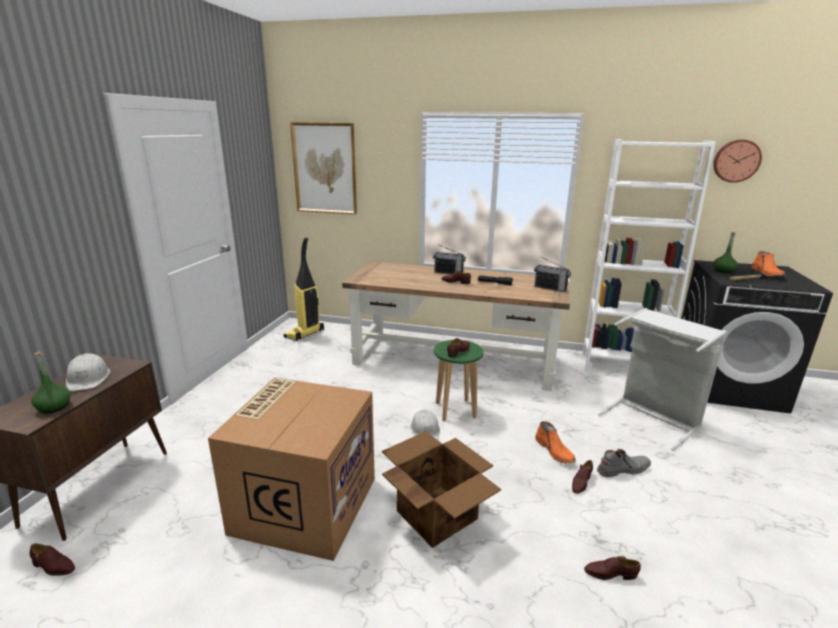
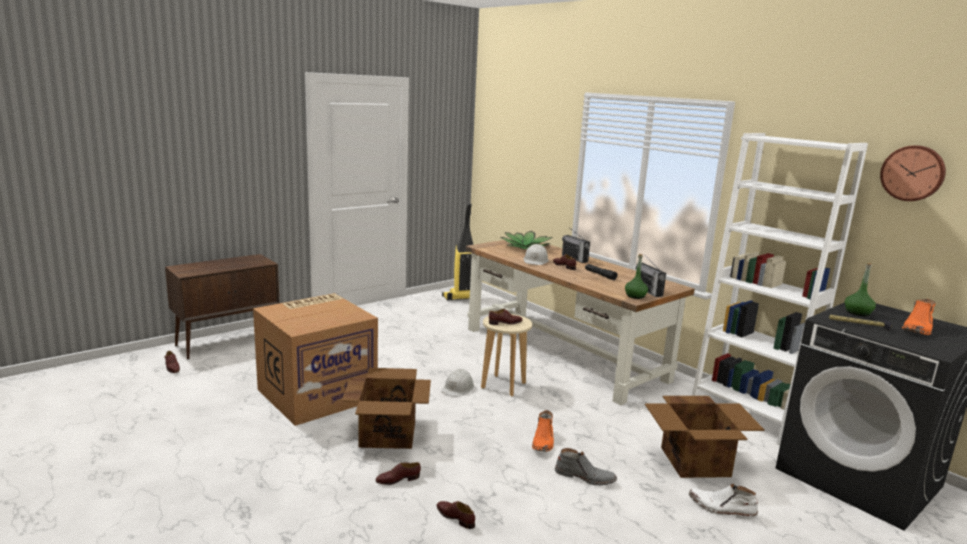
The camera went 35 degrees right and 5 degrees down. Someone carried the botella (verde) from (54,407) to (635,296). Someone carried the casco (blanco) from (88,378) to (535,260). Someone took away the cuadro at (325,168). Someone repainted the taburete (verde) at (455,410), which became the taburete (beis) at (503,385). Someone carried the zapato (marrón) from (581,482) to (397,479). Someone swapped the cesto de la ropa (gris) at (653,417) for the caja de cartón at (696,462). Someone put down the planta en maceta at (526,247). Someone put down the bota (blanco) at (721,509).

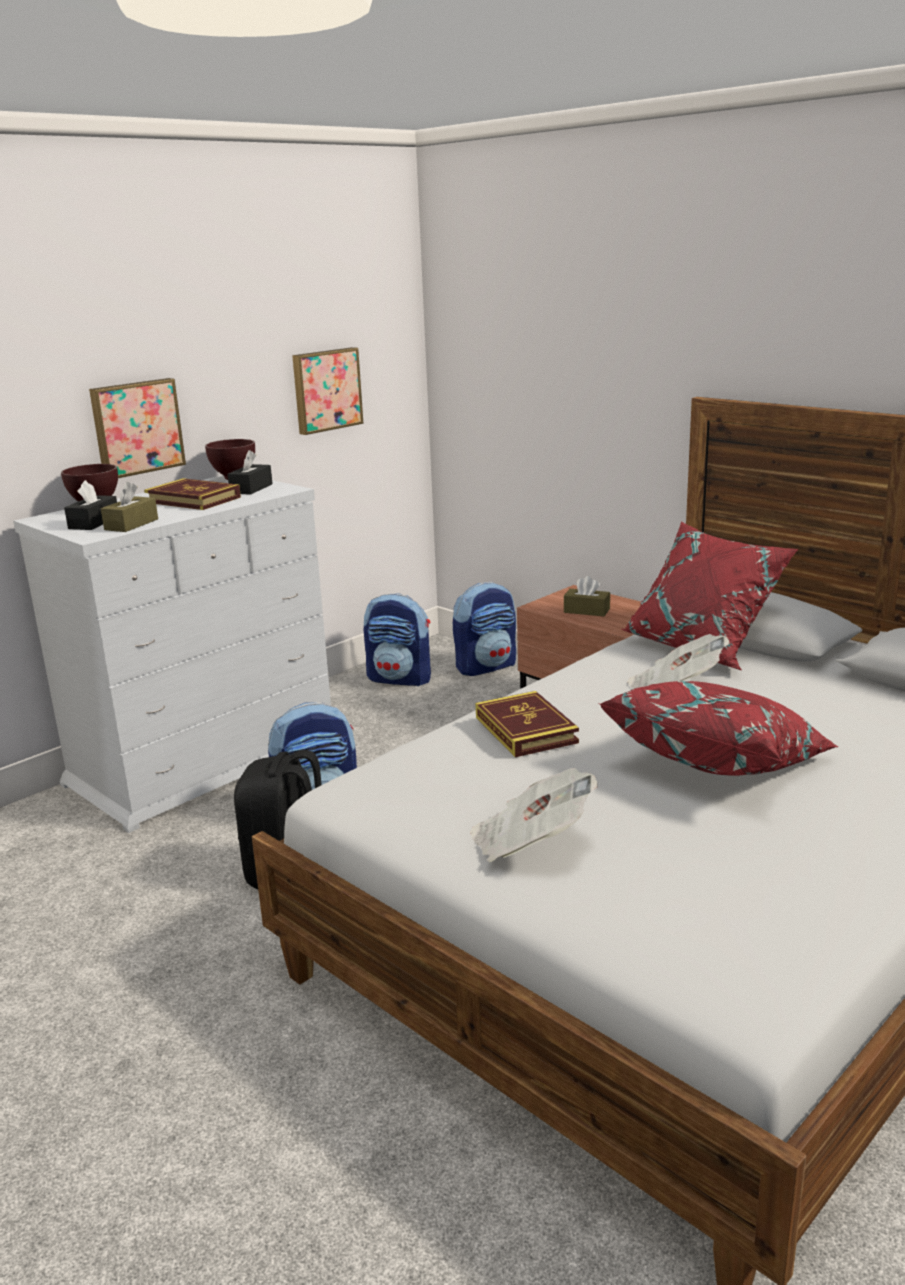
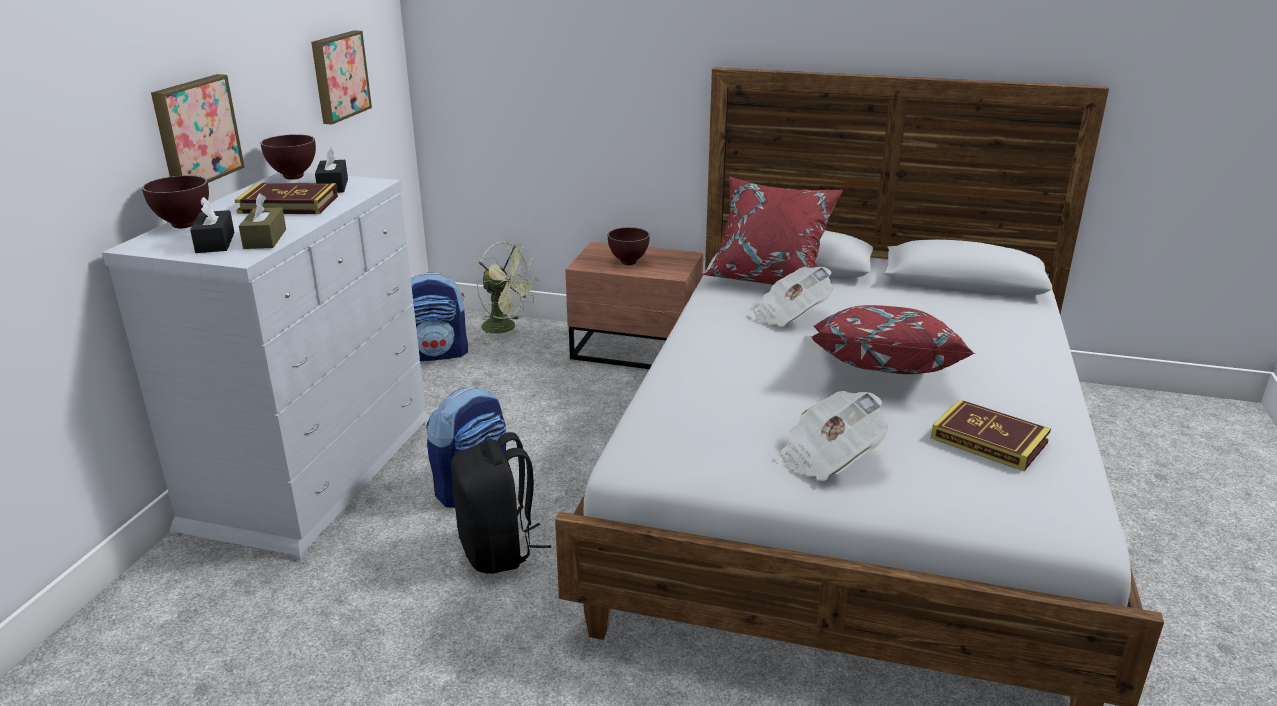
The camera went 30 degrees left and 5 degrees up. Someone swapped the mochila at (486,666) for the ventilador (verde) at (506,328). Someone carried the libro from (525,730) to (989,440). Someone swapped the caja de pañuelos (marrón) at (586,611) for the cuenco (marrón) at (627,263).

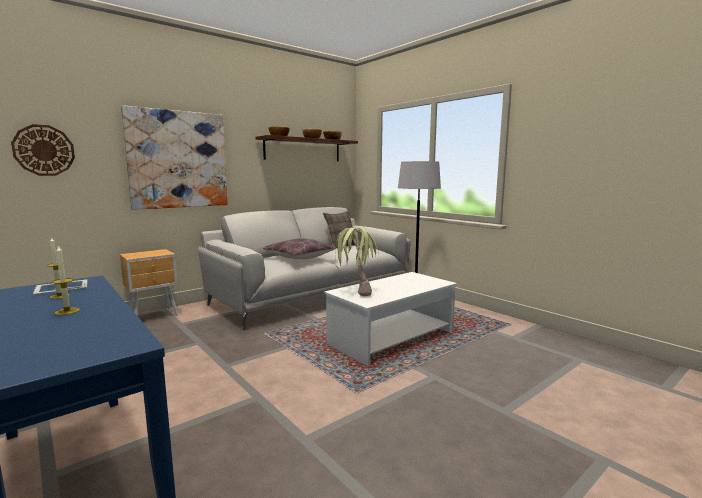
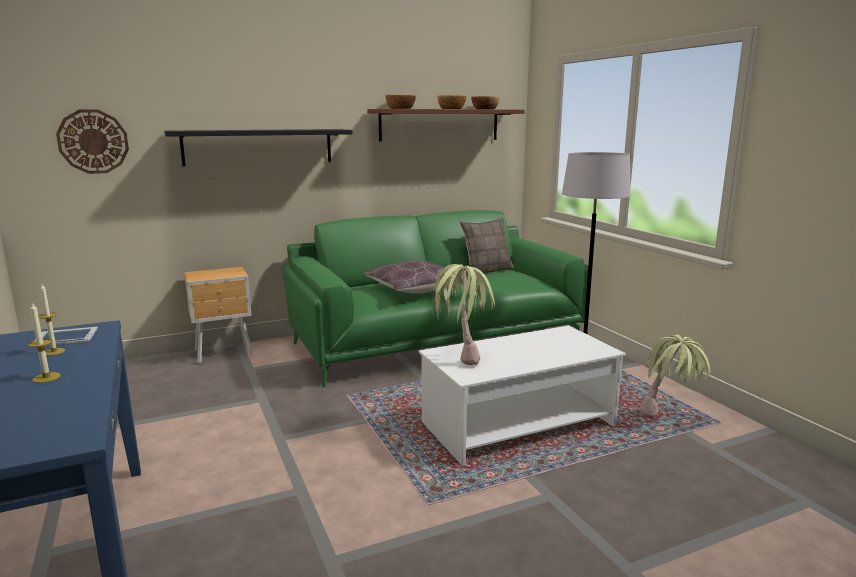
The camera went 15 degrees right and 5 degrees up. Someone swapped the cuadro at (178,160) for the estante (negro) at (258,147). Someone repainted the sofá (gris) at (311,295), which became the sofá (verde) at (436,340). Someone put down the planta en maceta at (669,420).

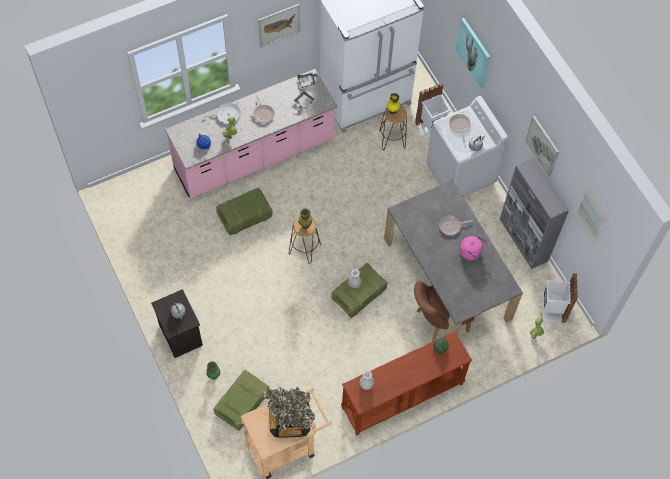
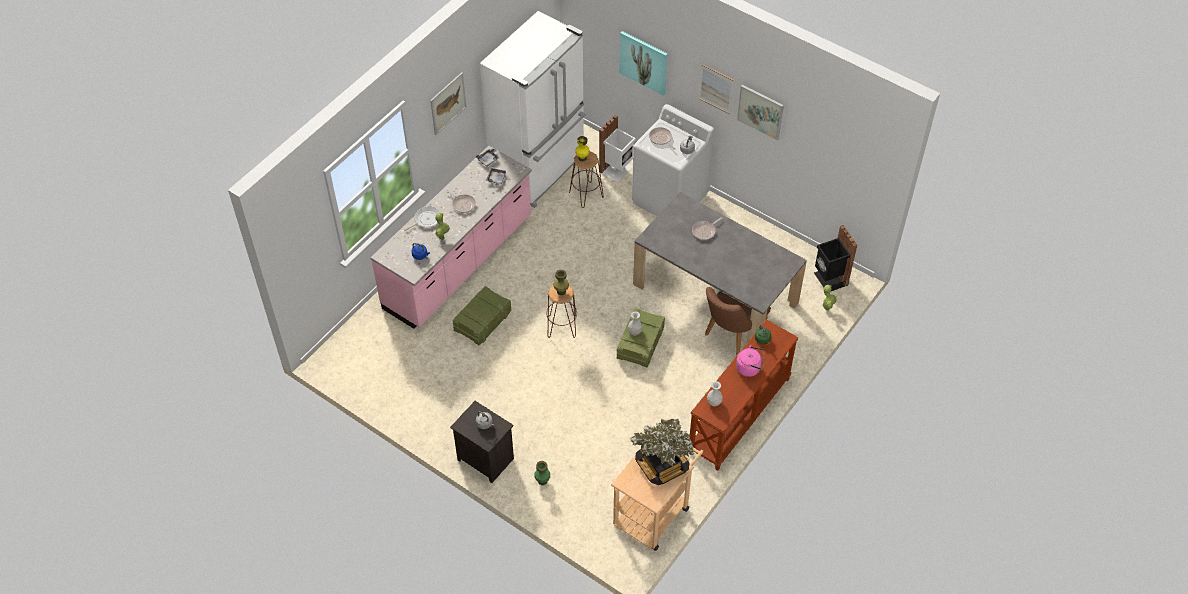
The camera went 25 degrees left and 10 degrees down. Someone took away the caja de embalaje at (242,403). Someone carried the hervidor (rosa) from (471,252) to (749,368). Someone took away the armario (gris) at (523,240). Someone repainted the papelera (blanco) at (552,310), which became the papelera (negro) at (829,279). Someone carried the cuadro from (590,216) to (716,89).

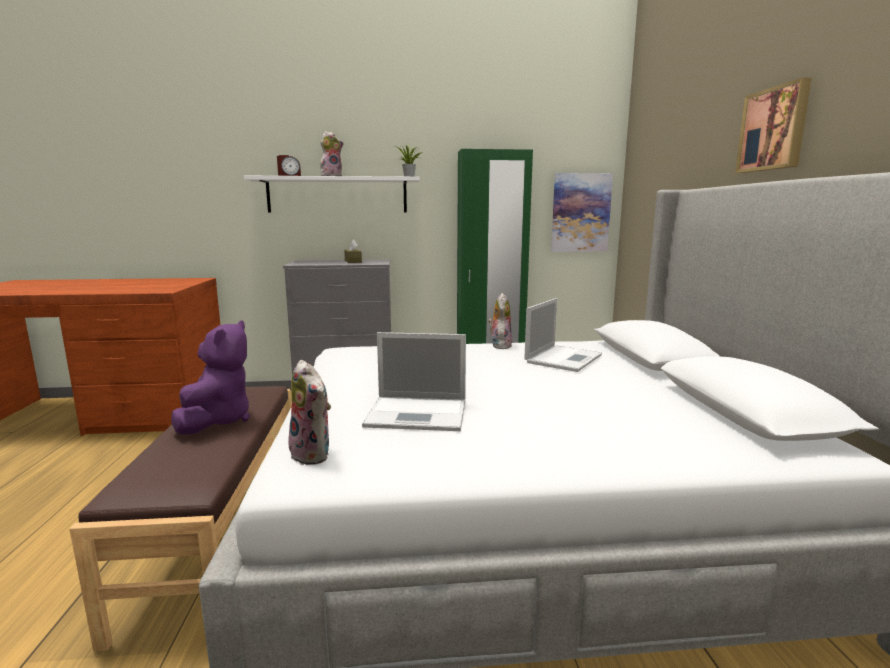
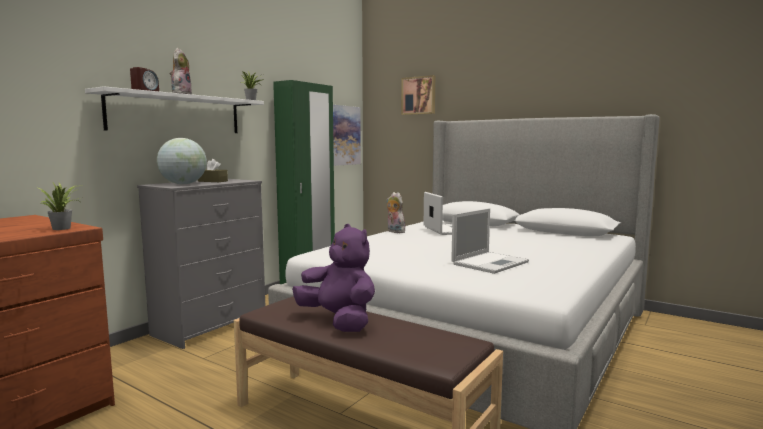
The camera went 50 degrees left and 5 degrees down. Someone took away the peluche at (314,454). Someone carried the cuadro from (774,129) to (419,95). Someone put down the planta en maceta at (64,228). Someone put down the globo terráqueo at (183,184).

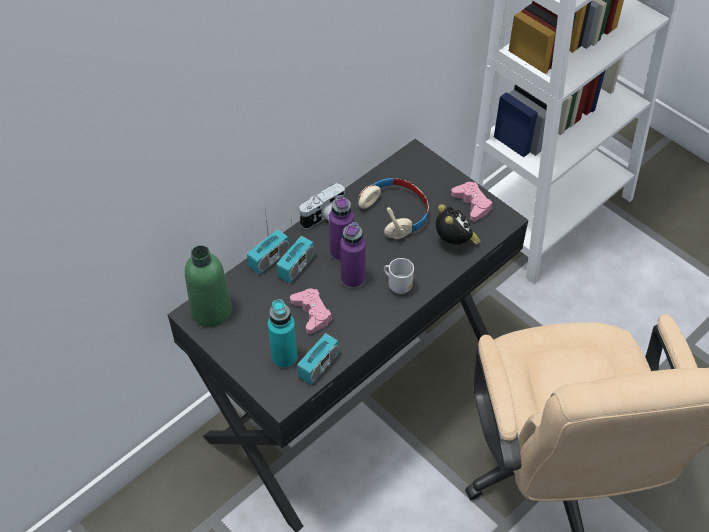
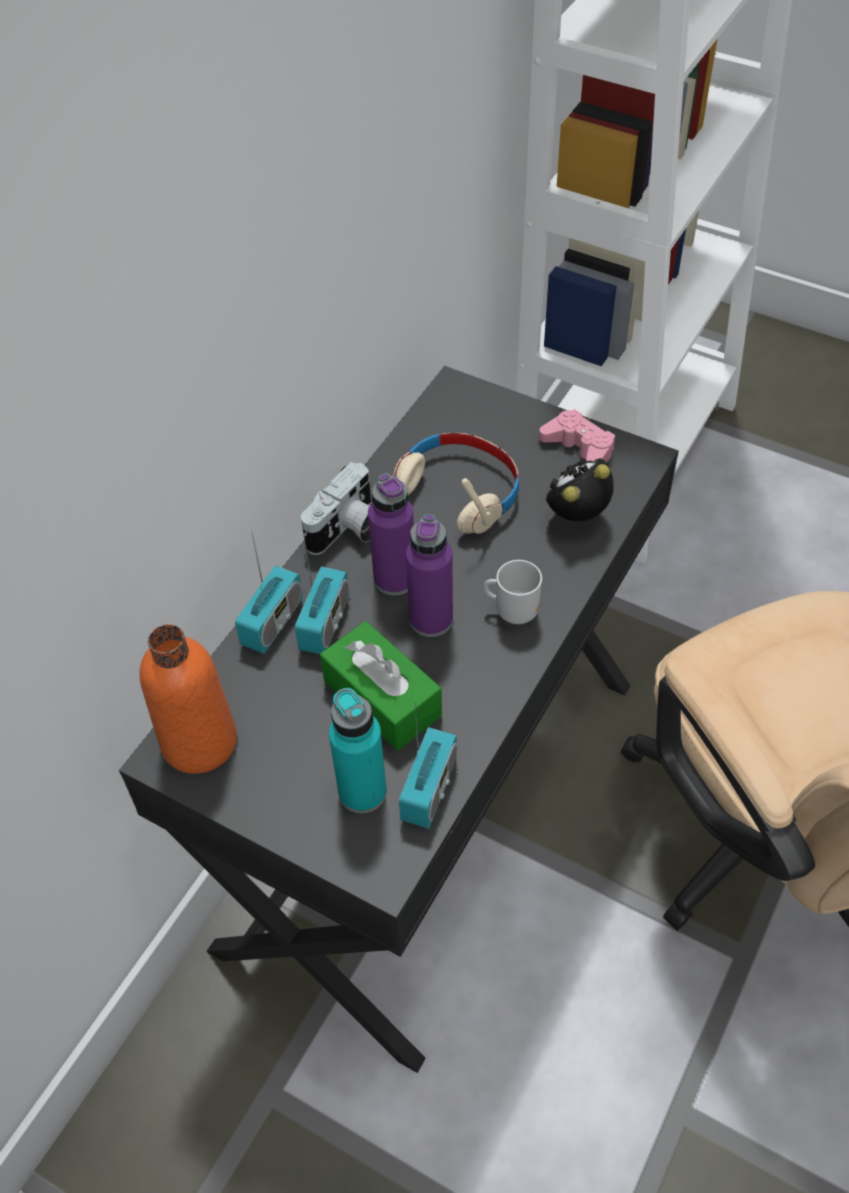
The camera went 15 degrees left and 0 degrees up. Someone repainted the botella (verde) at (211,311), which became the botella (naranja) at (199,742). Someone swapped the mando de consola (rosa) at (312,313) for the caja de pañuelos (verde) at (382,698). Someone rotated the despertador at (454,242) by 90 degrees counterclockwise.

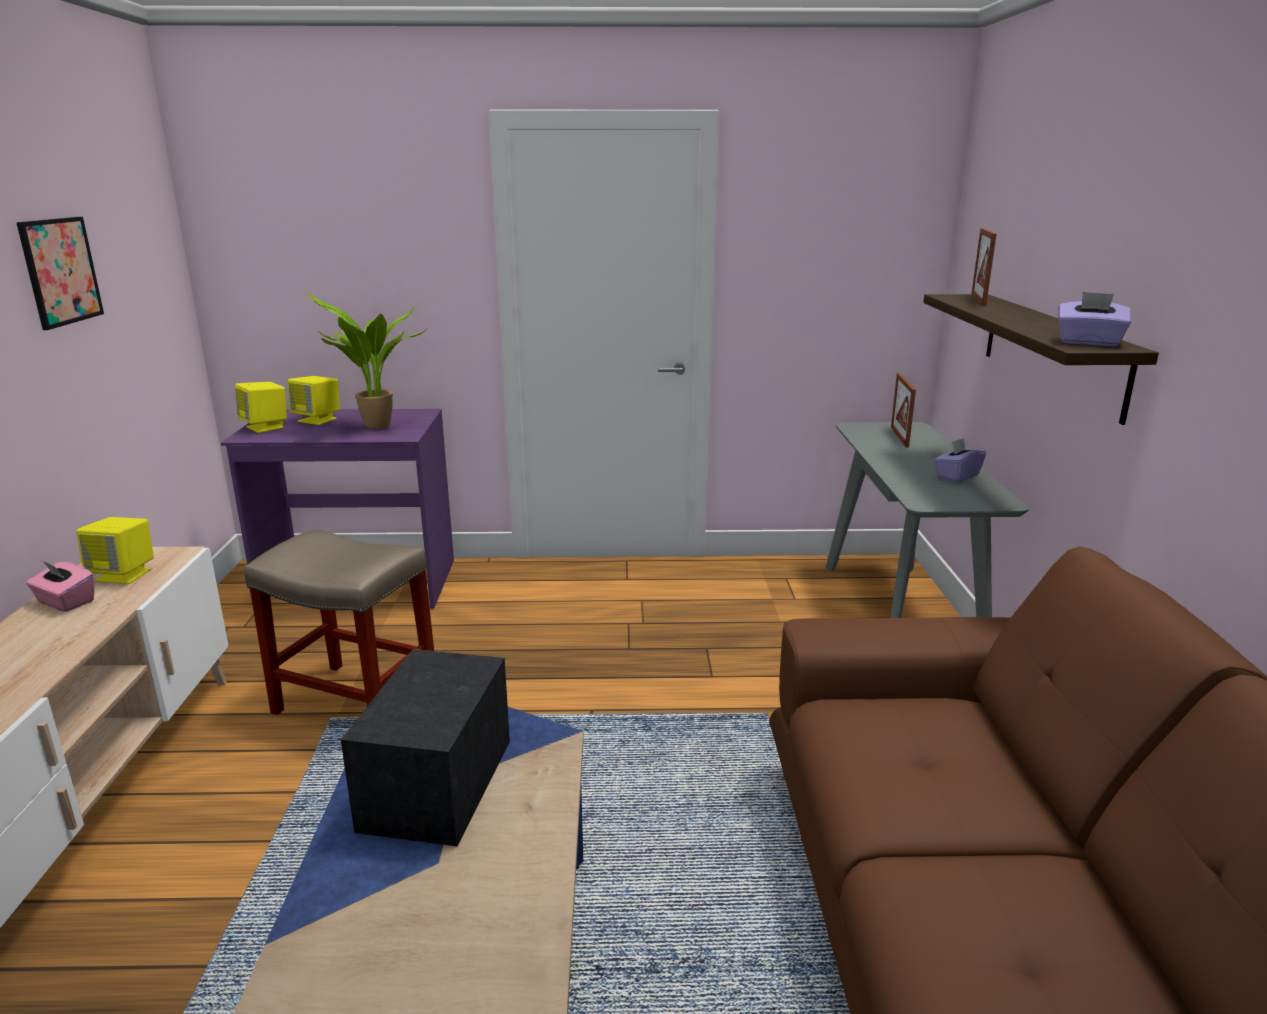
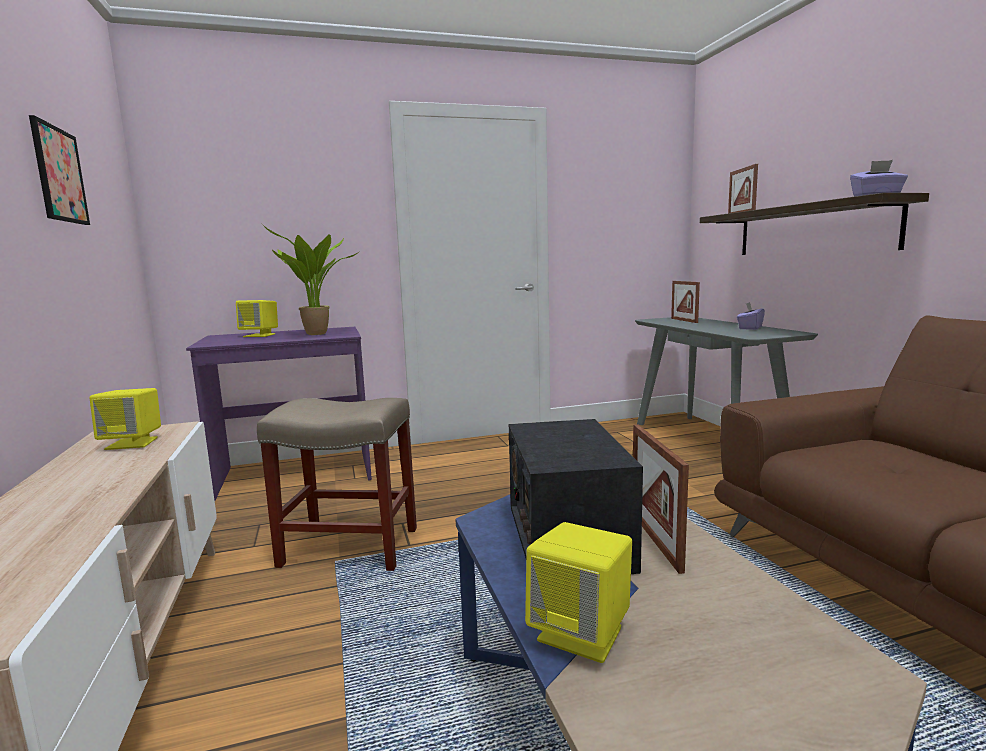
The camera went 15 degrees left and 10 degrees down. Someone took away the caja de pañuelos (rosa) at (65,602). Someone carried the altavoz (amarillo) from (265,427) to (581,633). Someone put down the portarretratos at (655,540).

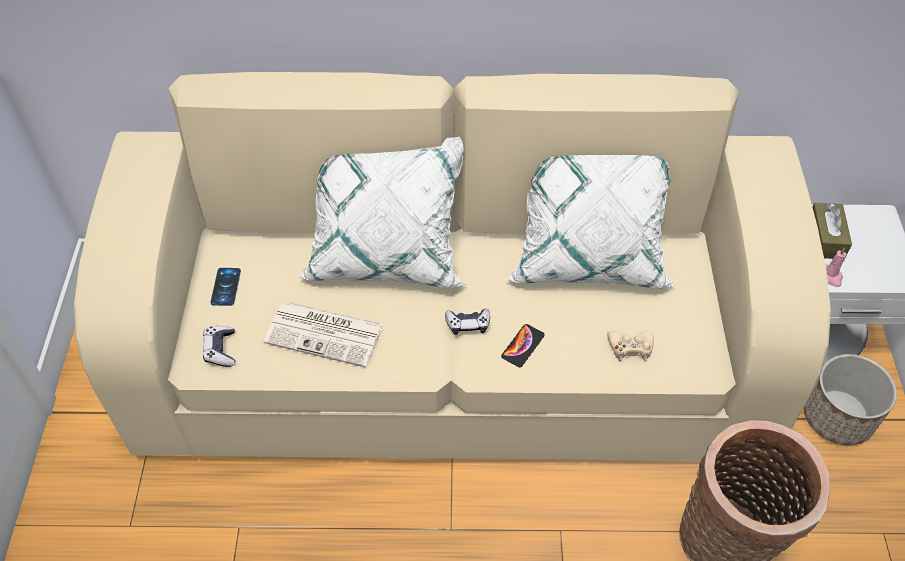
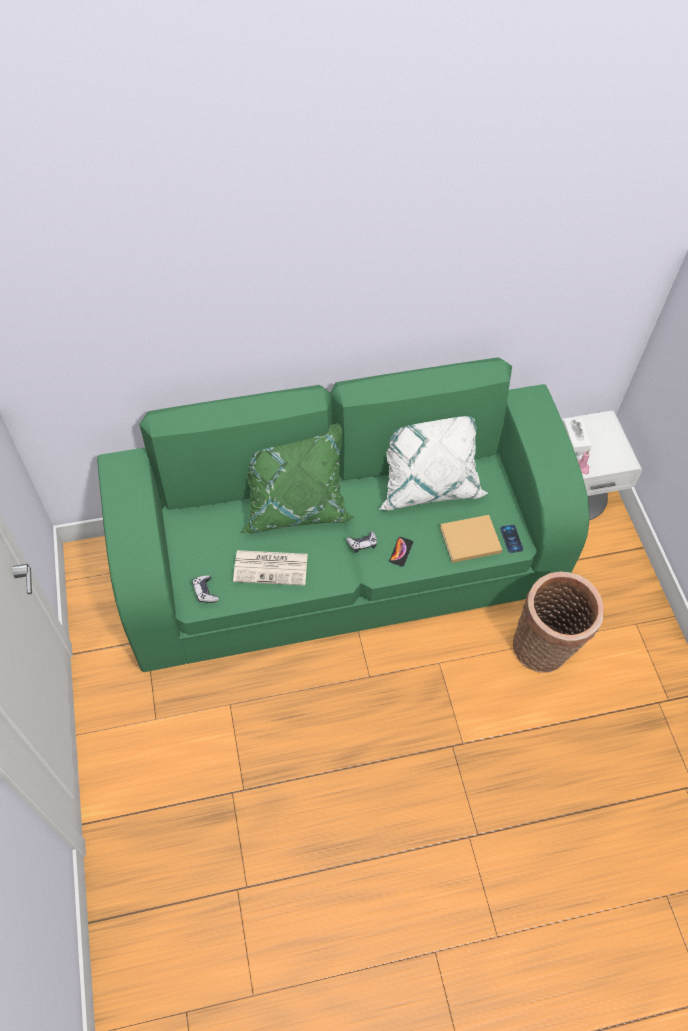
The camera went 15 degrees left and 5 degrees up. Someone repainted the sofá (beis) at (453,364), which became the sofá (verde) at (342,566). Someone carried the móvil from (226,287) to (511,539). Someone repainted the cojín (blanco) at (387,253), which became the cojín (verde) at (295,504). Someone swapped the mando de consola (beis) at (630,348) for the libro (beis) at (468,540). Someone took away the maceta at (838,416). Someone repainted the caja de pañuelos (marrón) at (825,238), which became the caja de pañuelos (blanco) at (574,441).

